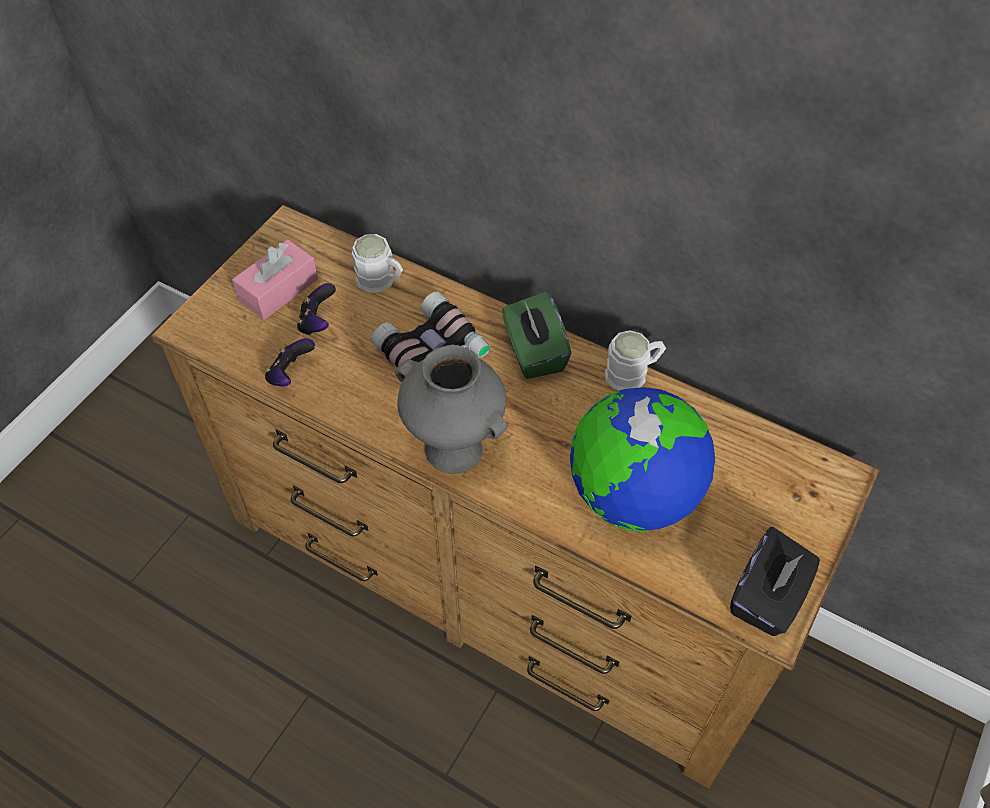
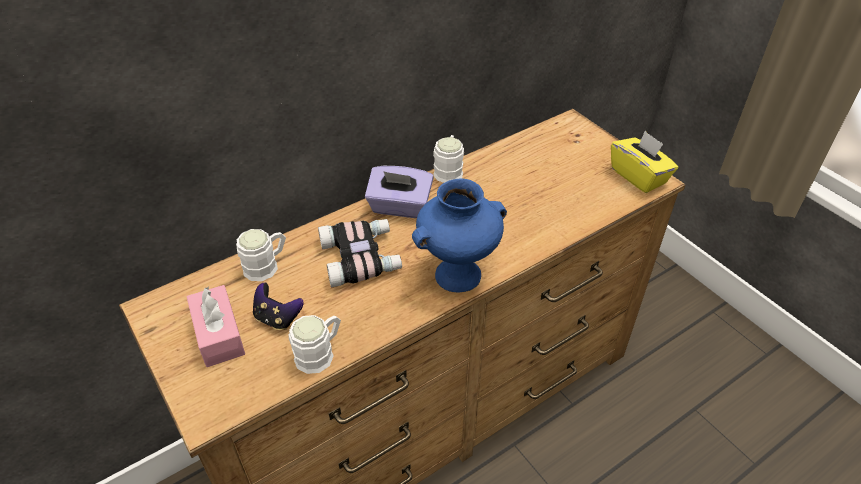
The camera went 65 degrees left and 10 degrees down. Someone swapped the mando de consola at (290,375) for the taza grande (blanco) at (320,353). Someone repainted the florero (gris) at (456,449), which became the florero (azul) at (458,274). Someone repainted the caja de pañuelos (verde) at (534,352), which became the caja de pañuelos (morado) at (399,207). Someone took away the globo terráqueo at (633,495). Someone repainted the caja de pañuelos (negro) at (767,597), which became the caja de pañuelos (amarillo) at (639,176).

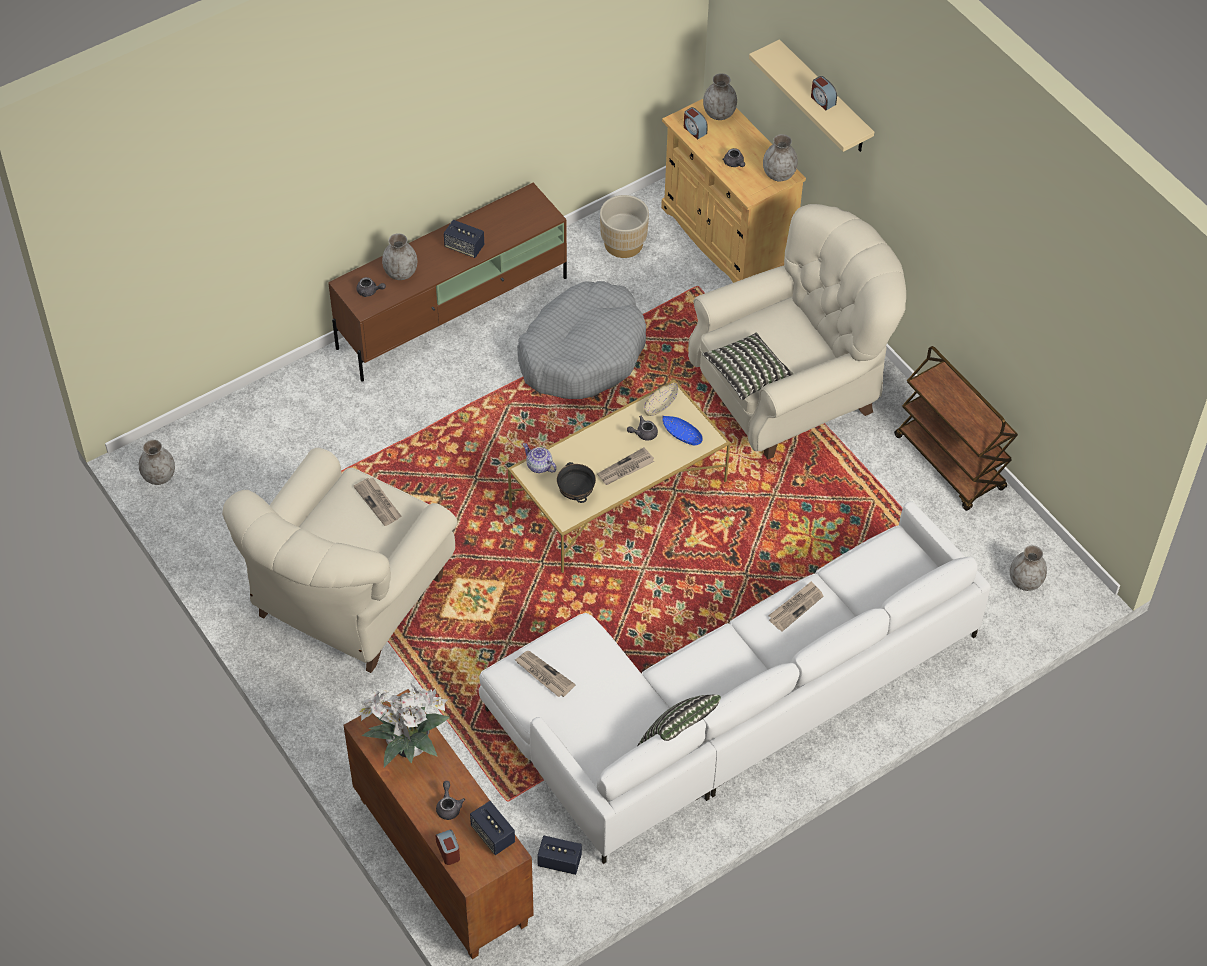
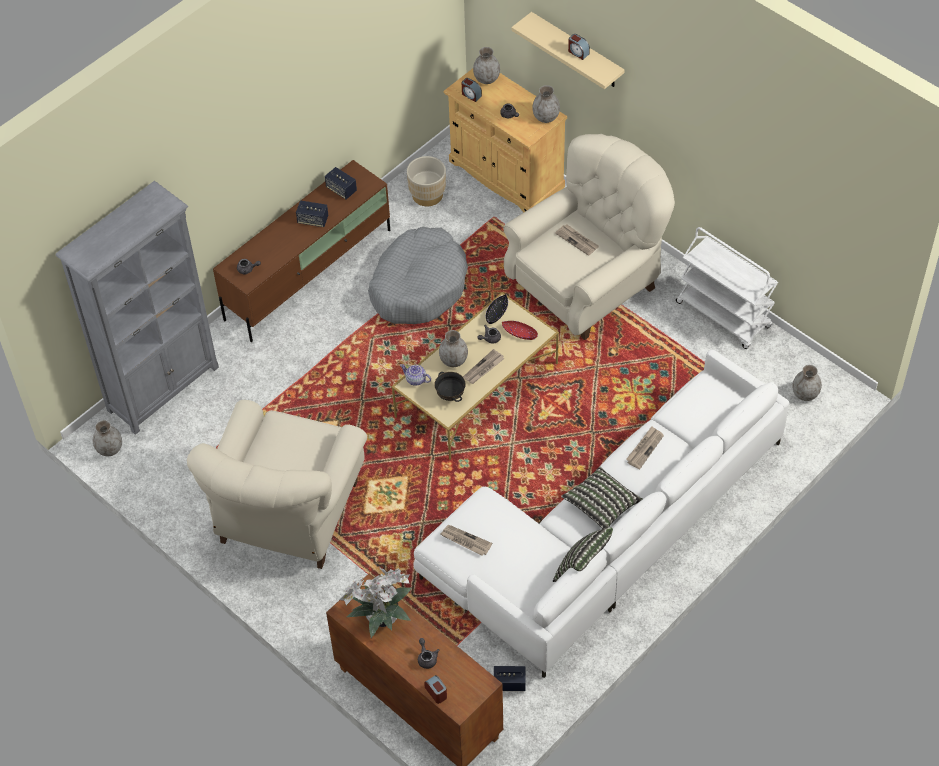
The camera went 10 degrees left and 0 degrees up. Someone carried the periódico from (378,502) to (577,240). Someone carried the florero (gris) from (400,273) to (453,360). Someone carried the altavoz from (493,835) to (341,190). Someone repainted the cuenco (beis) at (661,403), which became the cuenco (negro) at (497,312). Someone repainted the cuenco (azul) at (681,434), which became the cuenco (rojo) at (519,333). Someone carried the cojín from (748,375) to (601,505). Someone repainted the carrito (marrón) at (950,463), which became the carrito (blanco) at (724,315). Someone put down the estantería (gris) at (164,388).

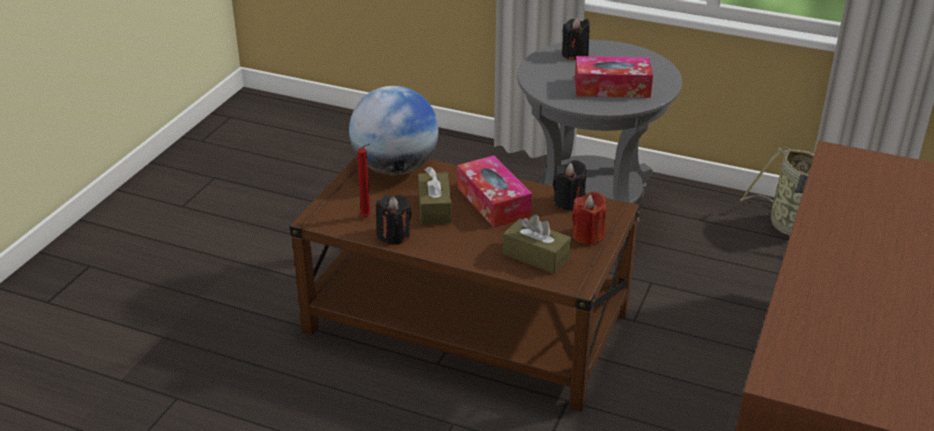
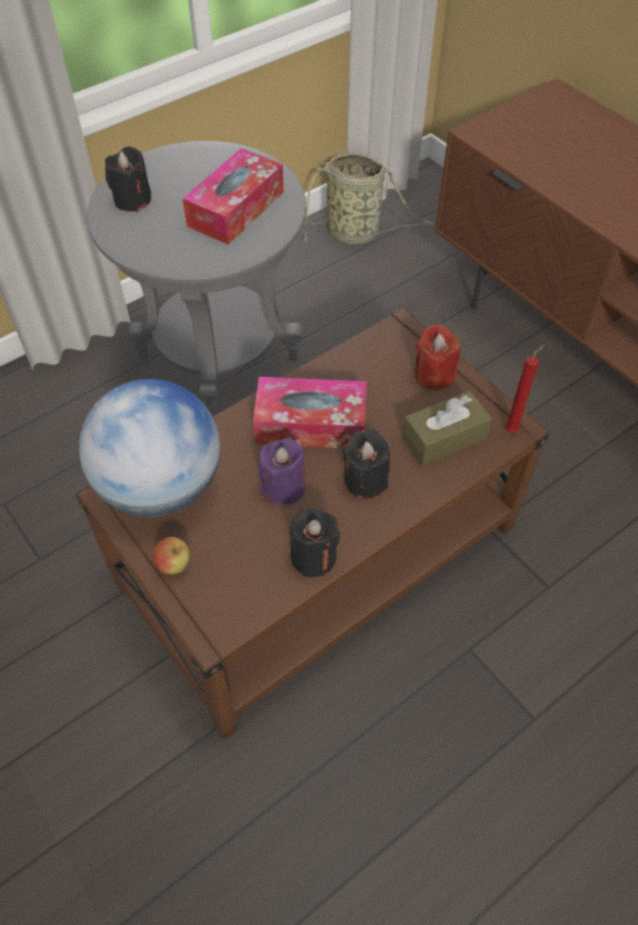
The camera went 60 degrees left and 20 degrees up. Someone carried the vela (rojo) from (367,217) to (513,429). Someone swapped the caja de pañuelos (marrón) at (434,208) for the vela (morado) at (283,487). Someone carried the vela (negro) from (569,202) to (365,480). Someone put down the manzana at (174,565).

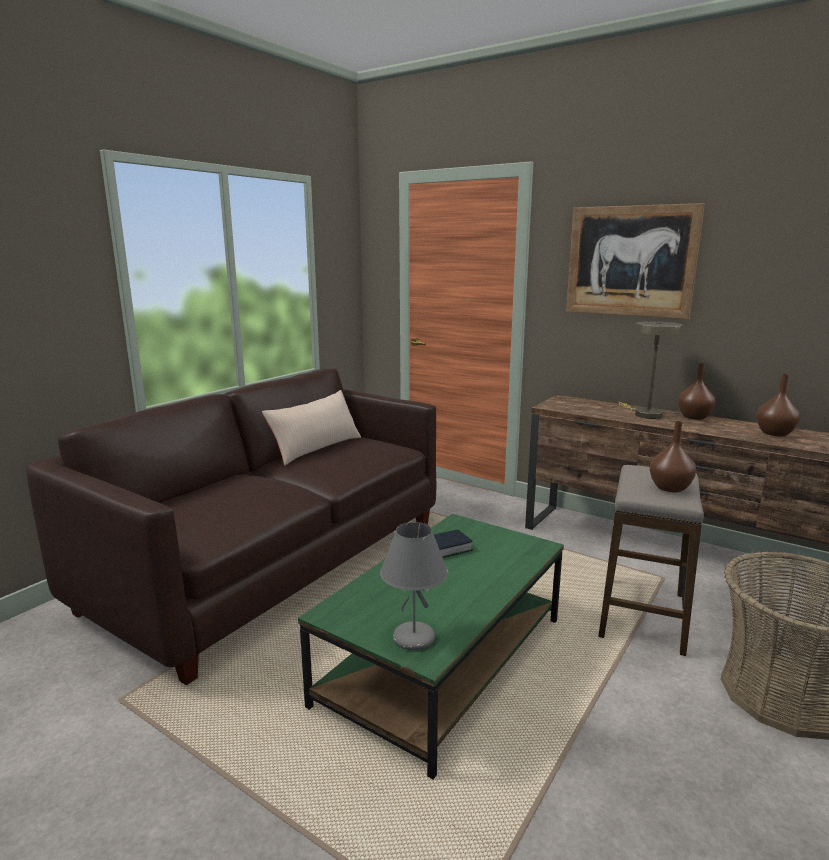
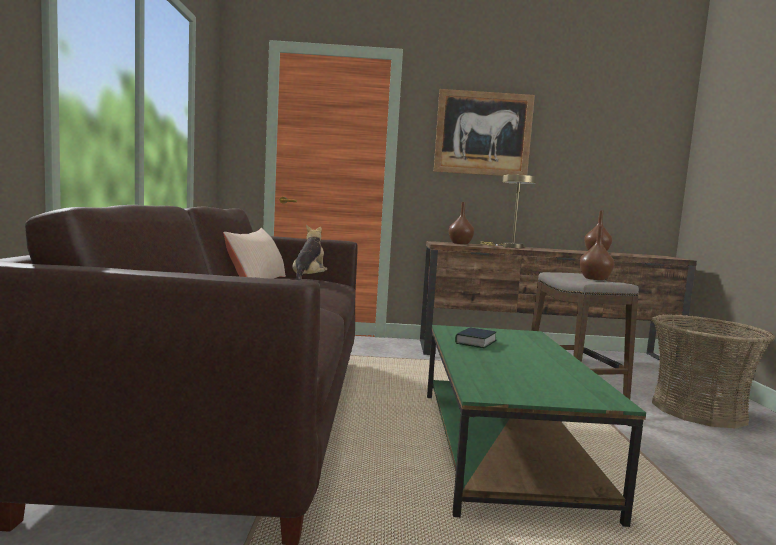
The camera went 35 degrees left and 10 degrees down. Someone took away the lámpara de mesa (gris) at (413,638). Someone carried the florero (marrón) from (695,417) to (460,243). Someone put down the peluche at (308,279).

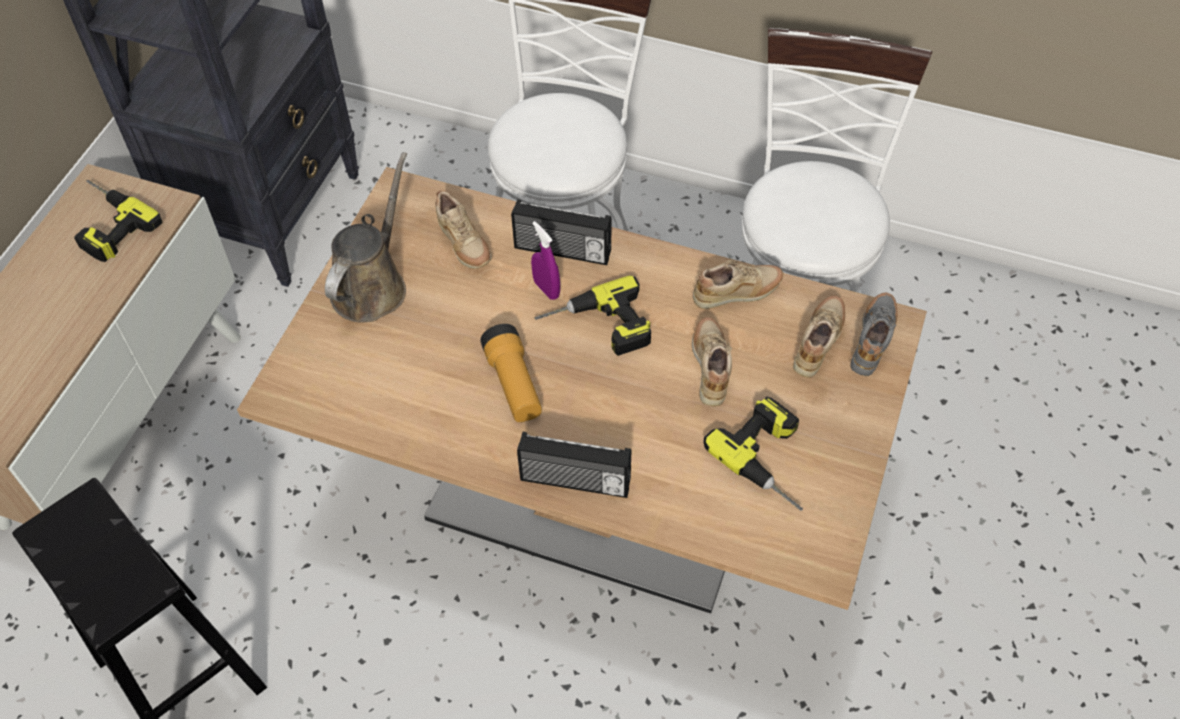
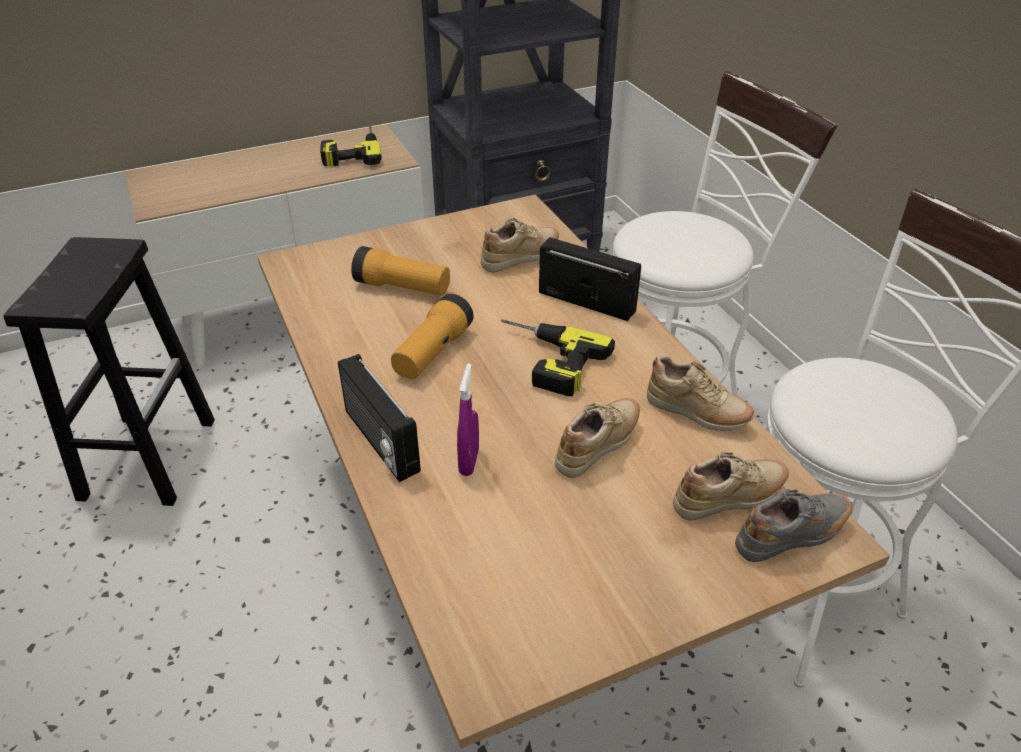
The camera went 45 degrees right and 15 degrees down. Someone took away the regadera (marrón) at (372,285). Someone rotated the zapato (beis) at (464,246) by 135 degrees counterclockwise. Someone rotated the radio at (562,251) by 150 degrees clockwise. Someone carried the pulverizador (morado) from (546,289) to (469,462). Someone took away the taladro at (773,459). Someone put down the linterna at (402,287).

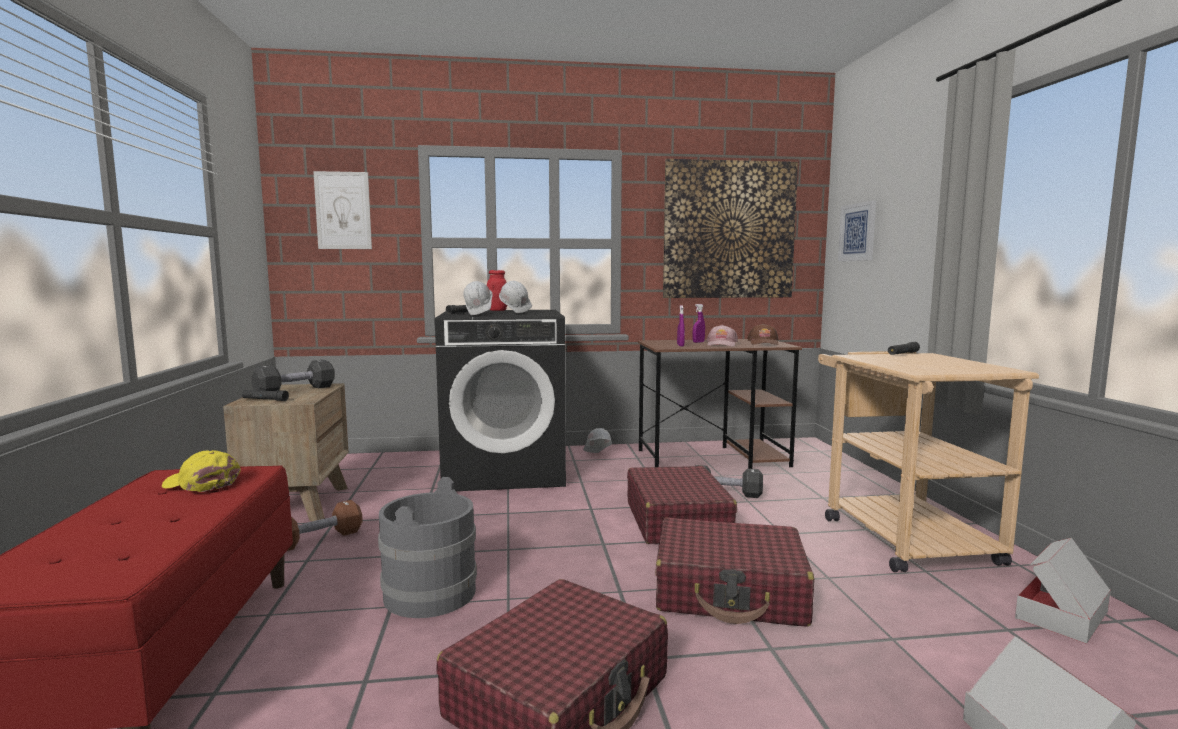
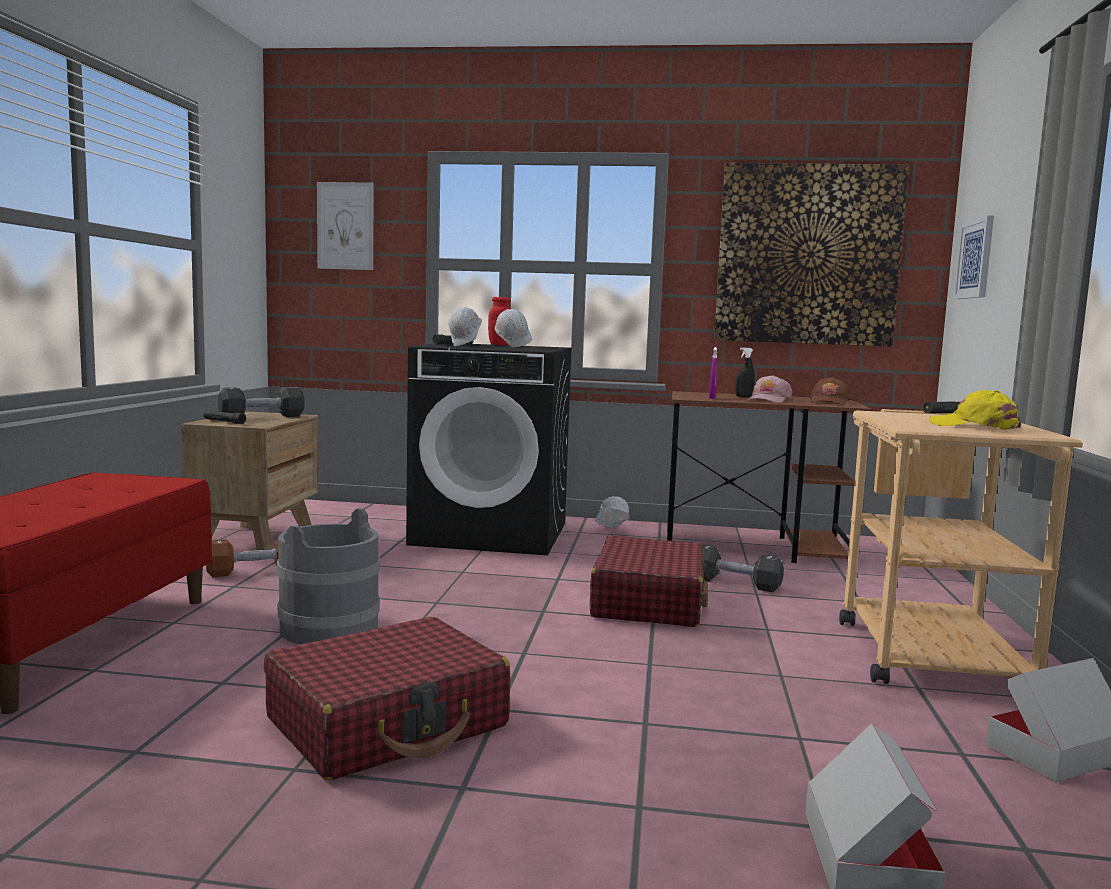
The camera went 15 degrees right and 0 degrees up. Someone carried the gorra (amarillo) from (202,483) to (974,426). Someone took away the maleta (rojo) at (730,592). Someone repainted the pulverizador (morado) at (698,342), which became the pulverizador (negro) at (744,397).

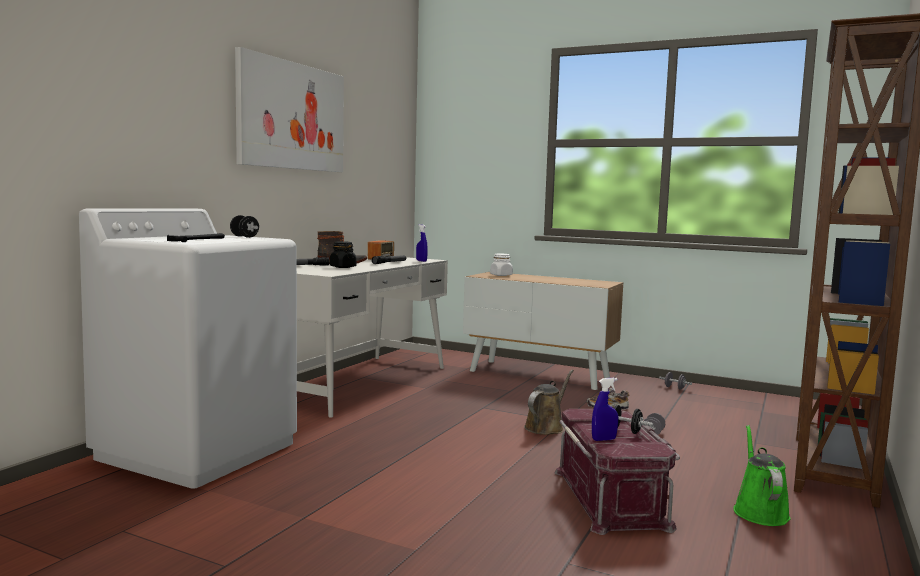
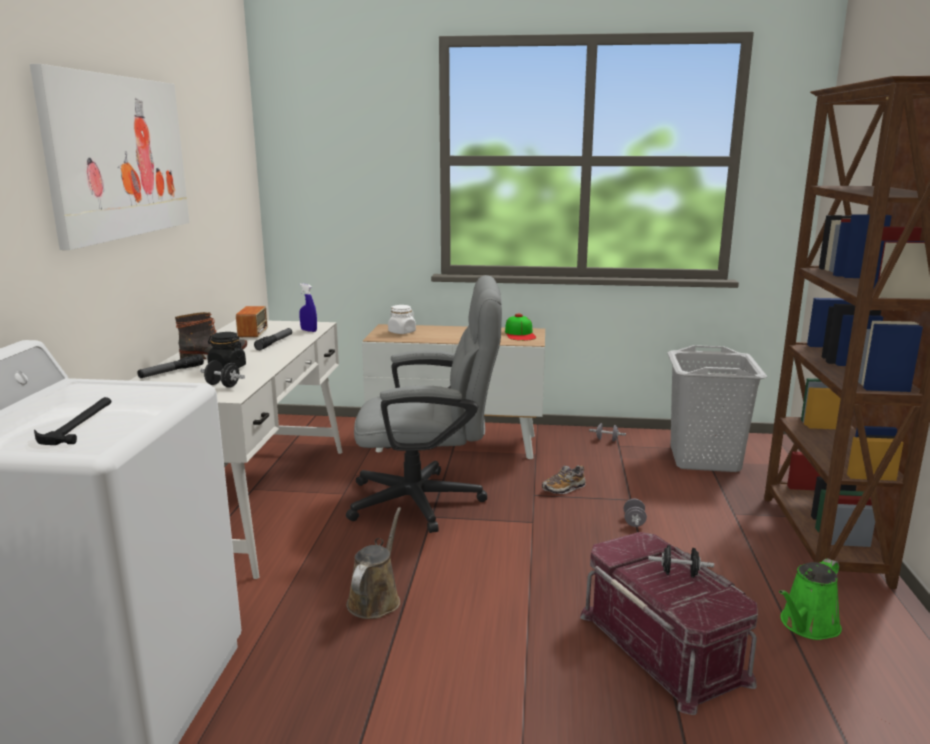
The camera went 20 degrees left and 10 degrees up. Someone carried the mancuerna (negro) from (244,237) to (223,385). Someone carried the regadera (marrón) from (546,427) to (376,599). Someone took away the pulverizador (azul) at (604,439). Someone rotated the regadera (verde) at (759,511) by 120 degrees counterclockwise. Someone put down the silla de oficina (gris) at (429,501). Someone put down the gorra at (520,334). Someone put down the cesto de la ropa (gris) at (705,459).

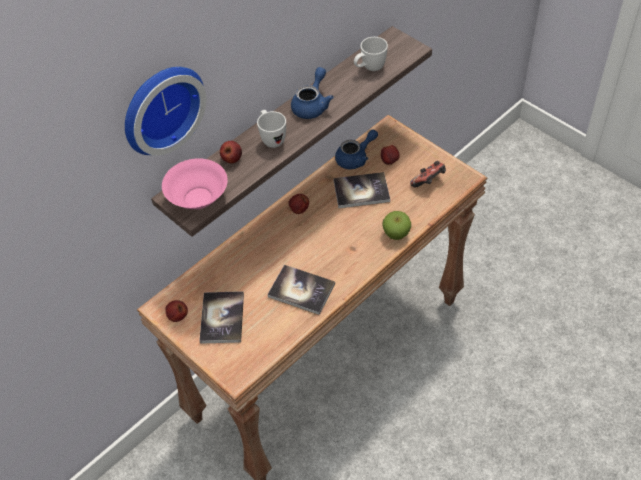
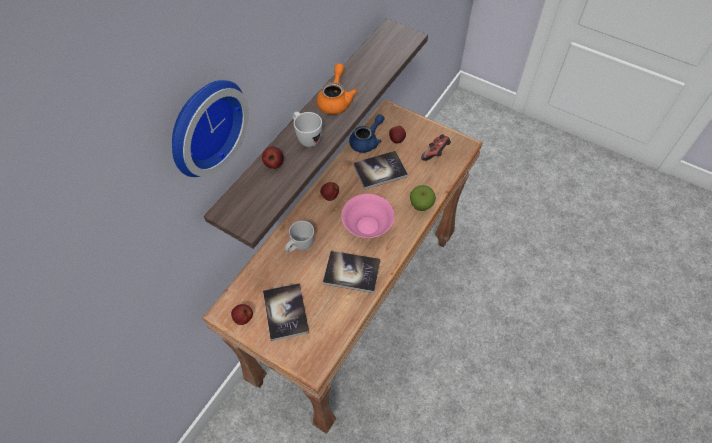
The camera went 15 degrees left and 5 degrees up. Someone carried the cuenco (rosa) from (197,199) to (367,226). Someone repainted the tetera (azul) at (312,105), which became the tetera (naranja) at (336,100). Someone carried the taza grande (blanco) from (369,68) to (300,247).

